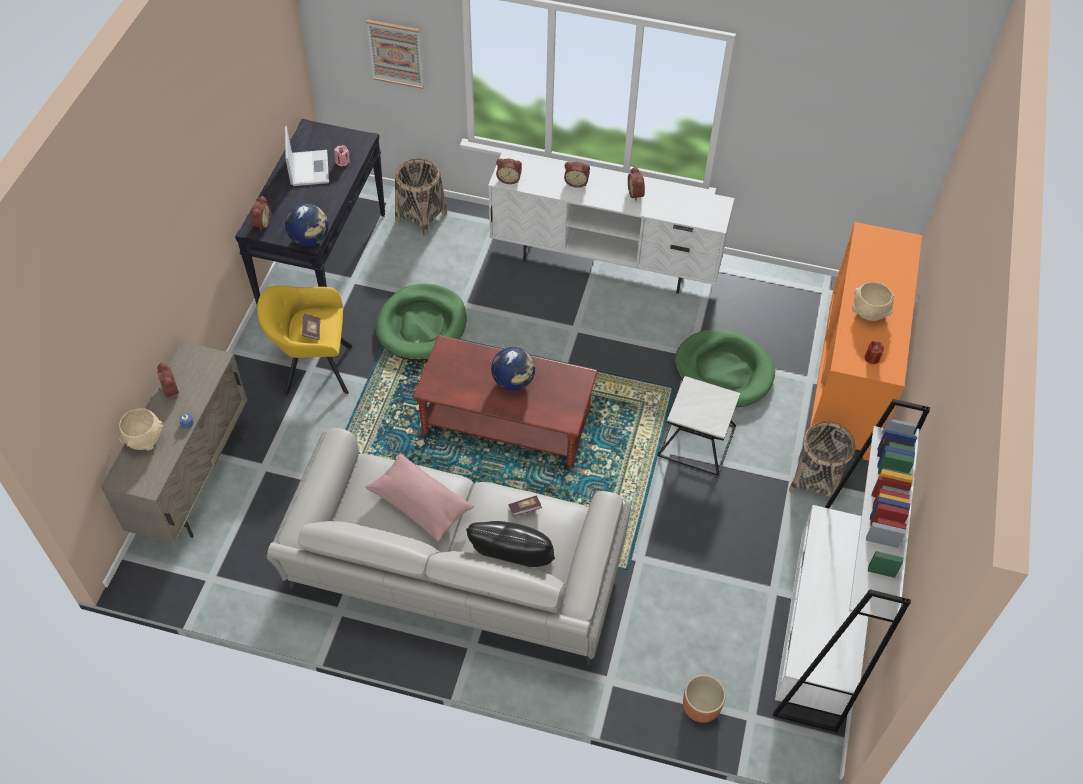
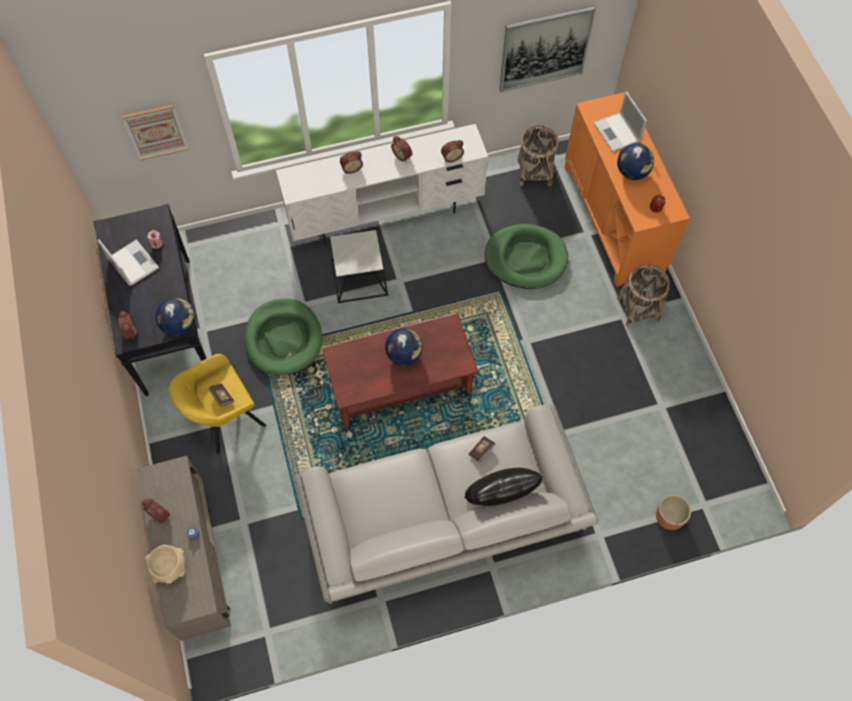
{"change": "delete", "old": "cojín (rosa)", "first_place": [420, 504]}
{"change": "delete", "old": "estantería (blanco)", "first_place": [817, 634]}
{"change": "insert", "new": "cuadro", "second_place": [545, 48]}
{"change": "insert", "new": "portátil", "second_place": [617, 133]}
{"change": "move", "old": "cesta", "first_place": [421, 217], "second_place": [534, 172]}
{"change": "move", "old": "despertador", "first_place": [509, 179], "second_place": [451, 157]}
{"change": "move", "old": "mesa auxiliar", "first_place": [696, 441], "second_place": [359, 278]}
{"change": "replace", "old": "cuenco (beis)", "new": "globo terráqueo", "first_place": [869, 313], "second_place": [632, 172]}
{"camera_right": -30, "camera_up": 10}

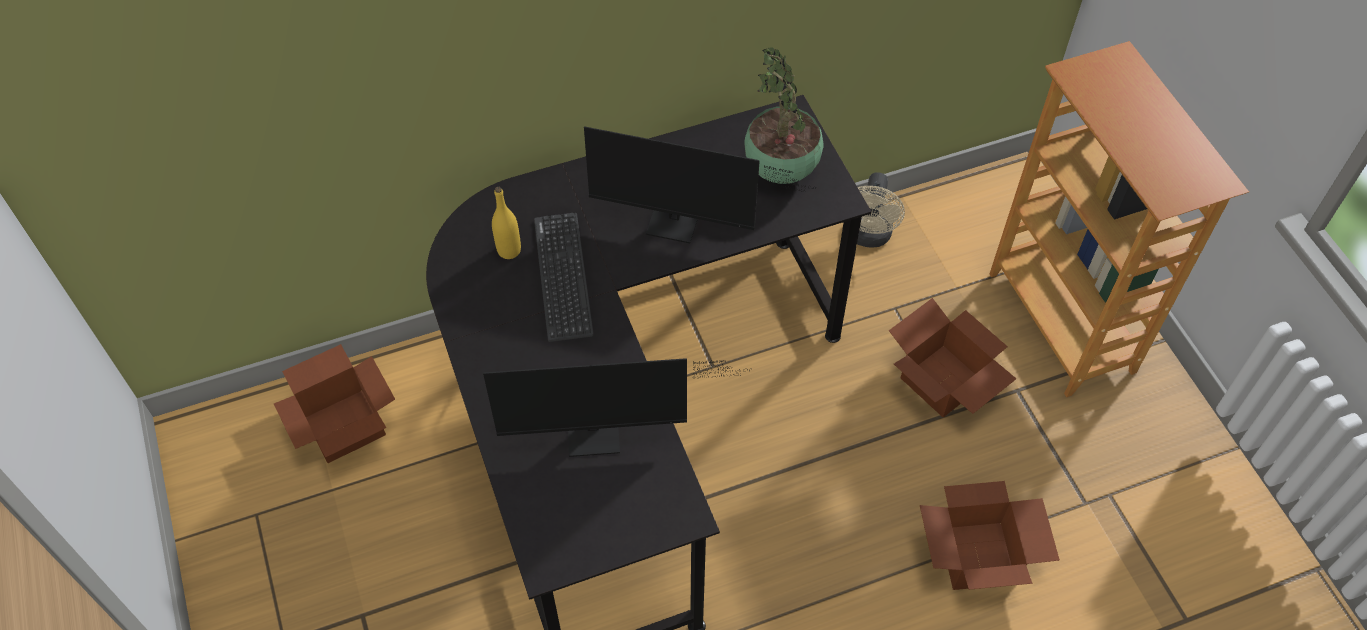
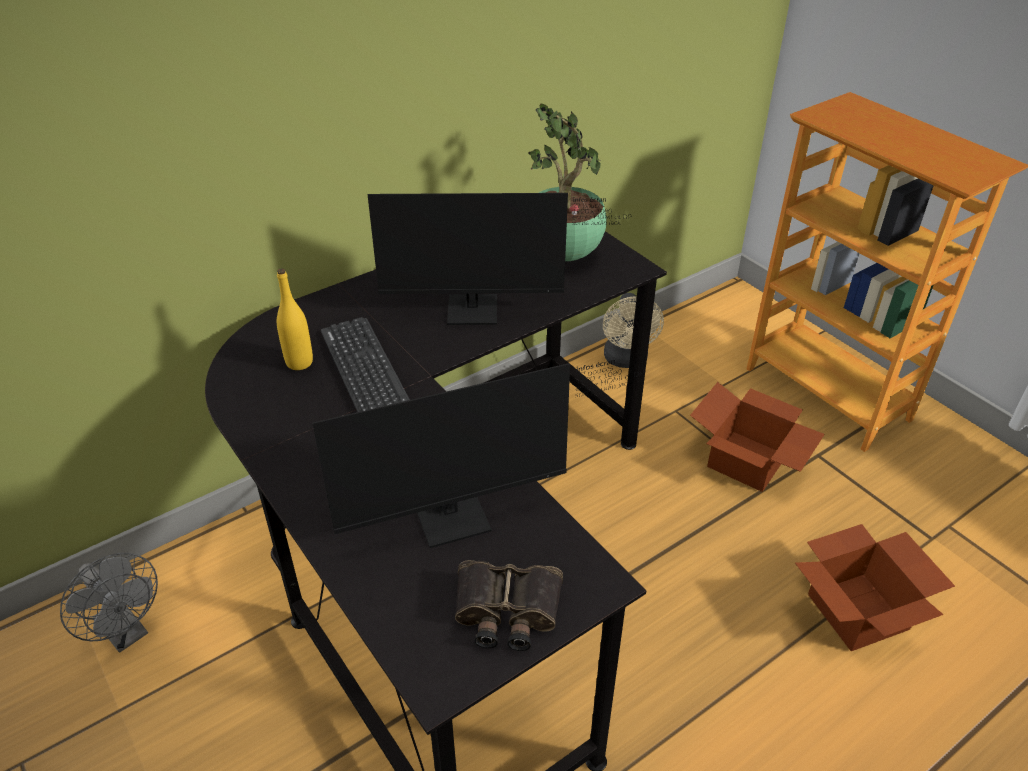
{"change": "insert", "new": "prismáticos", "second_place": [506, 611]}
{"change": "replace", "old": "caja de cartón", "new": "ventilador (gris)", "first_place": [345, 424], "second_place": [127, 633]}
{"camera_right": -15, "camera_up": -15}

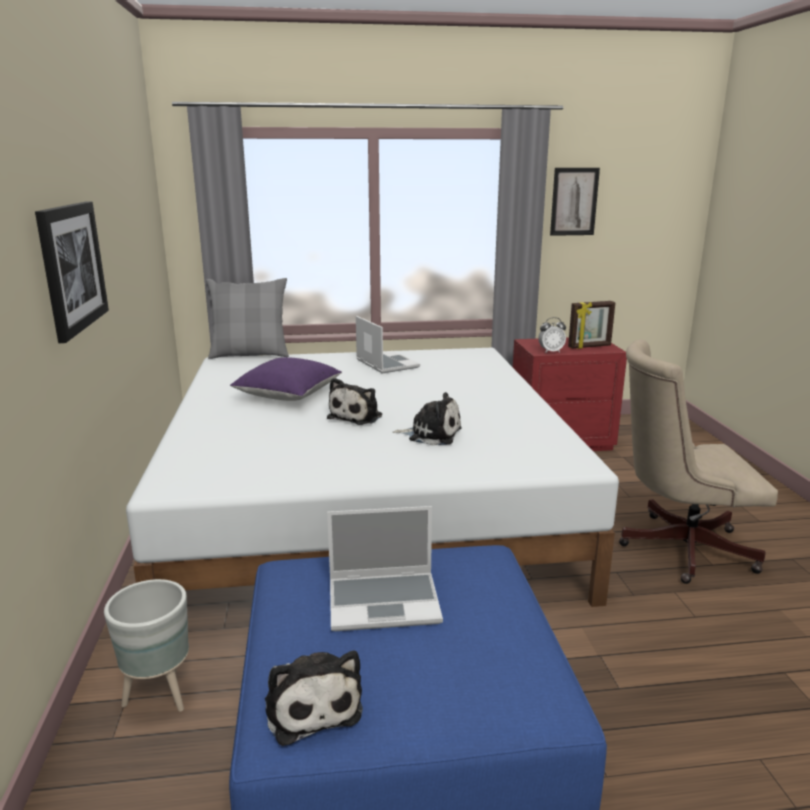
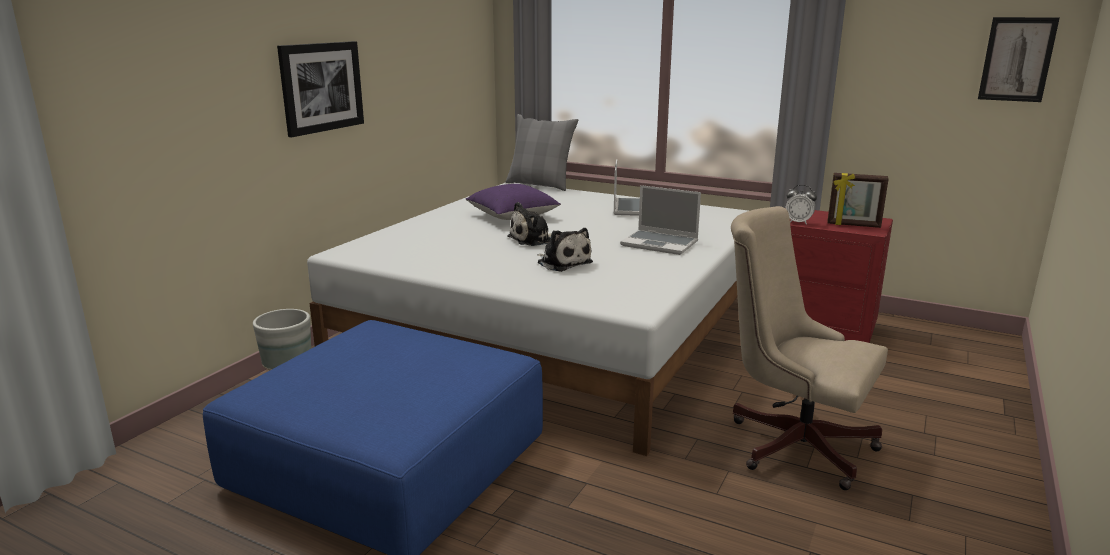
{"change": "delete", "old": "peluche", "first_place": [312, 705]}
{"change": "move", "old": "portátil", "first_place": [385, 602], "second_place": [660, 244]}
{"change": "move", "old": "cuadro", "first_place": [574, 201], "second_place": [1017, 59]}
{"camera_right": 35, "camera_up": 0}

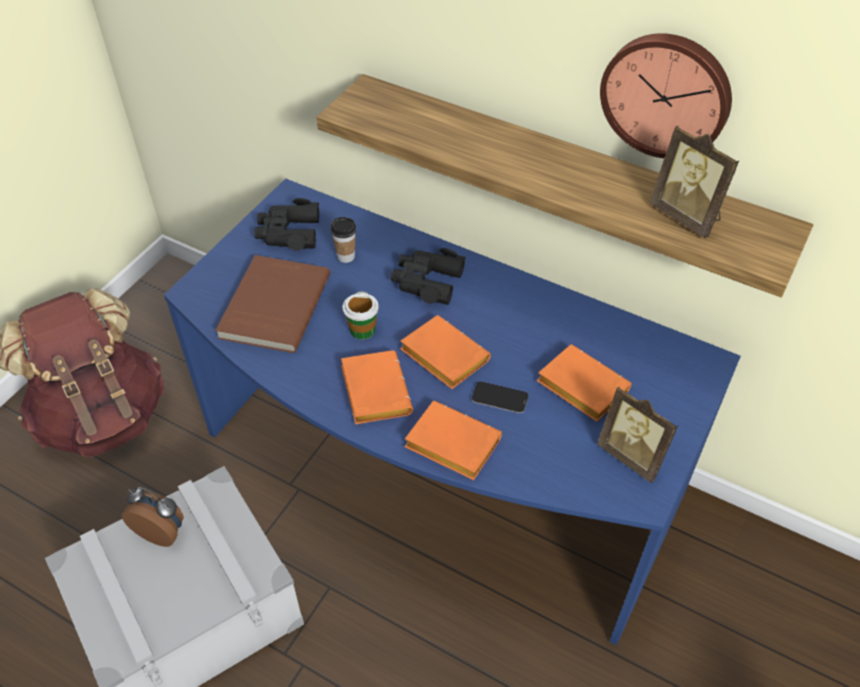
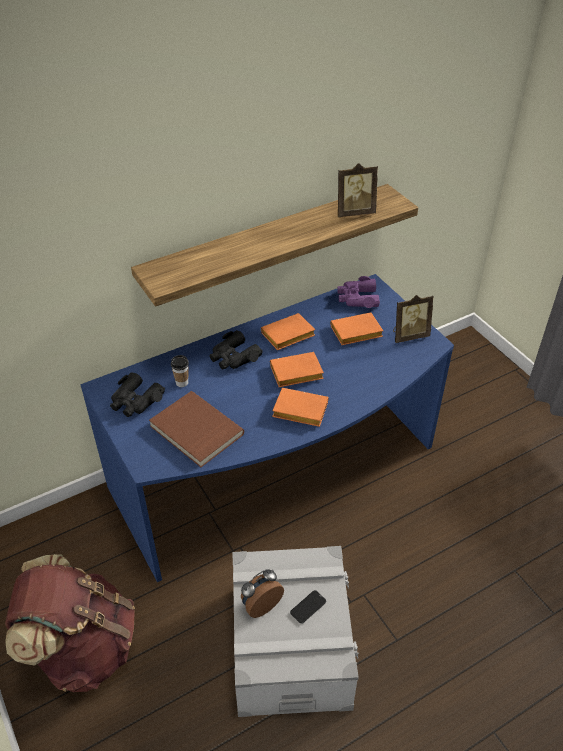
{"change": "delete", "old": "taza", "first_place": [362, 330]}
{"change": "delete", "old": "reloj de pared", "first_place": [666, 94]}
{"change": "insert", "new": "prismáticos (morado)", "second_place": [357, 298]}
{"change": "move", "old": "libro (naranja)", "first_place": [449, 445], "second_place": [287, 336]}
{"change": "move", "old": "móvil", "first_place": [499, 398], "second_place": [308, 607]}
{"camera_right": -60, "camera_up": -5}

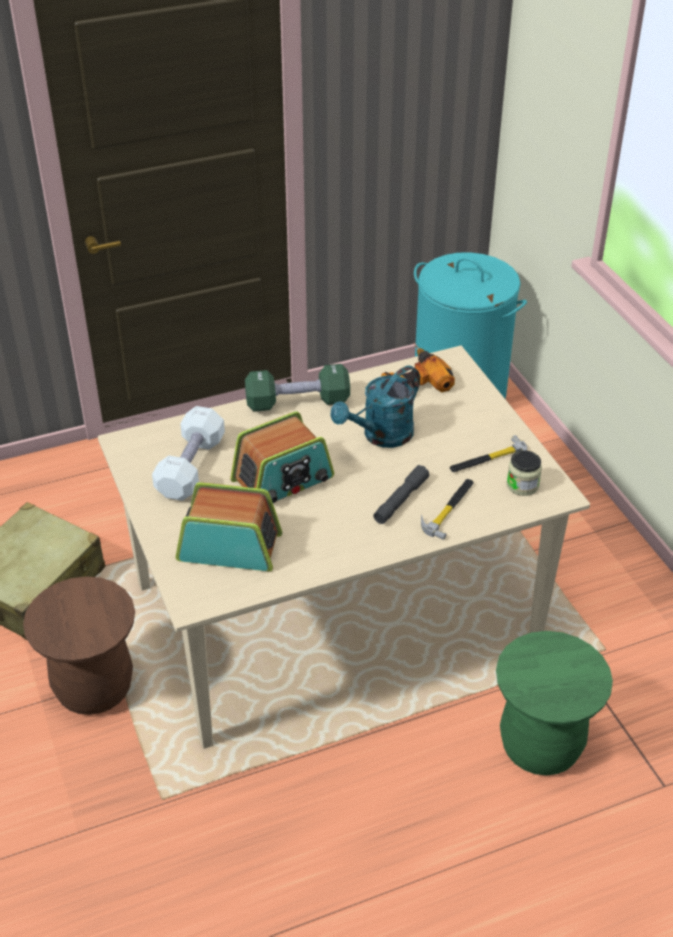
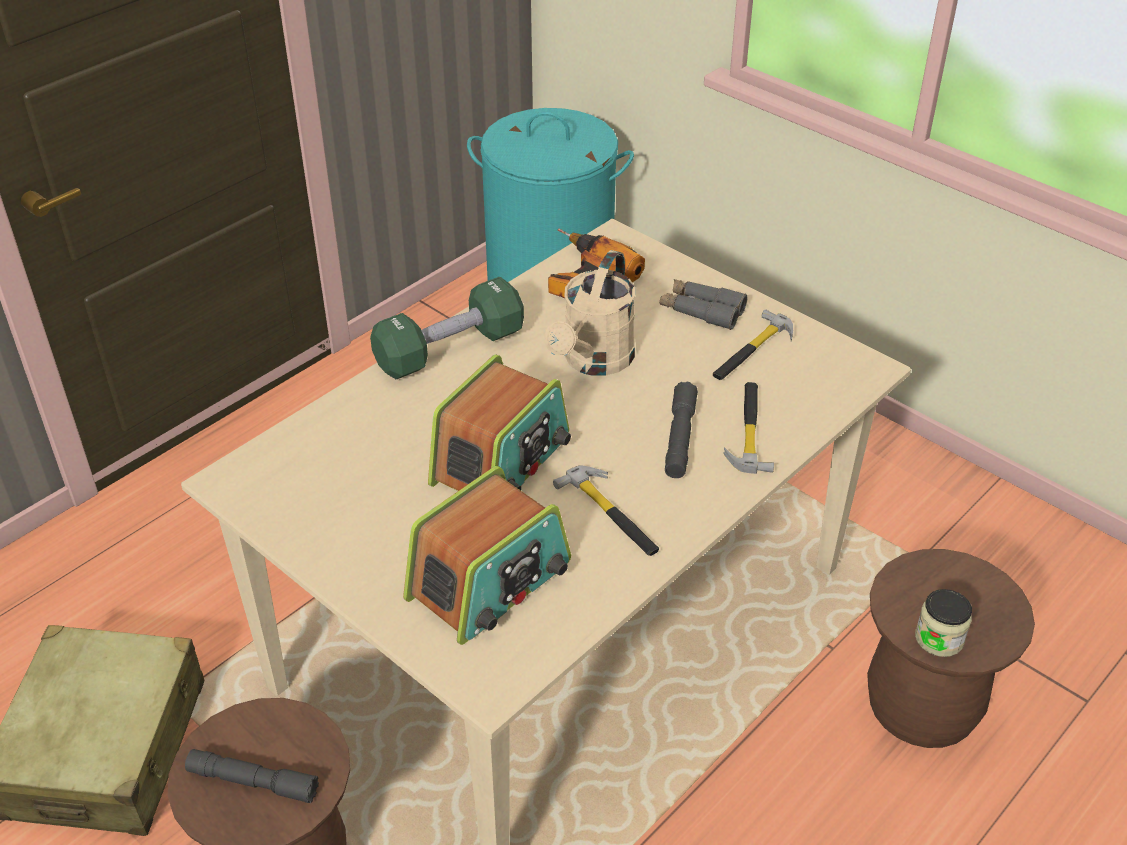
{"change": "delete", "old": "mancuerna (blanco)", "first_place": [191, 467]}
{"change": "insert", "new": "linterna (gris)", "second_place": [253, 782]}
{"change": "insert", "new": "martillo", "second_place": [612, 514]}
{"change": "insert", "new": "prismáticos (gris)", "second_place": [701, 311]}
{"change": "move", "old": "tarro", "first_place": [522, 485], "second_place": [939, 638]}
{"change": "recolor", "old": "regadera (turquesa)", "new": "regadera (beis)", "first_place": [381, 436], "second_place": [594, 362]}
{"change": "recolor", "old": "taburete (verde)", "new": "taburete (marrón)", "first_place": [540, 746], "second_place": [921, 708]}
{"change": "rotate", "old": "radio", "first_place": [229, 546], "second_place": [490, 581], "degrees": 150}
{"camera_right": -25, "camera_up": 0}

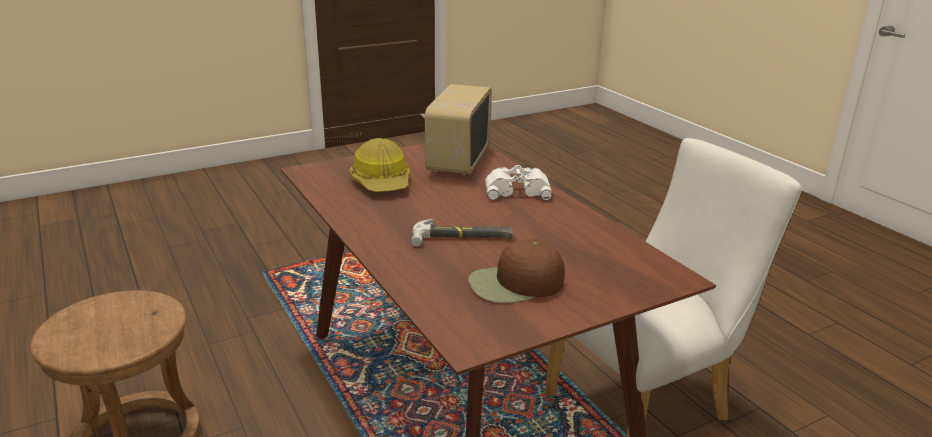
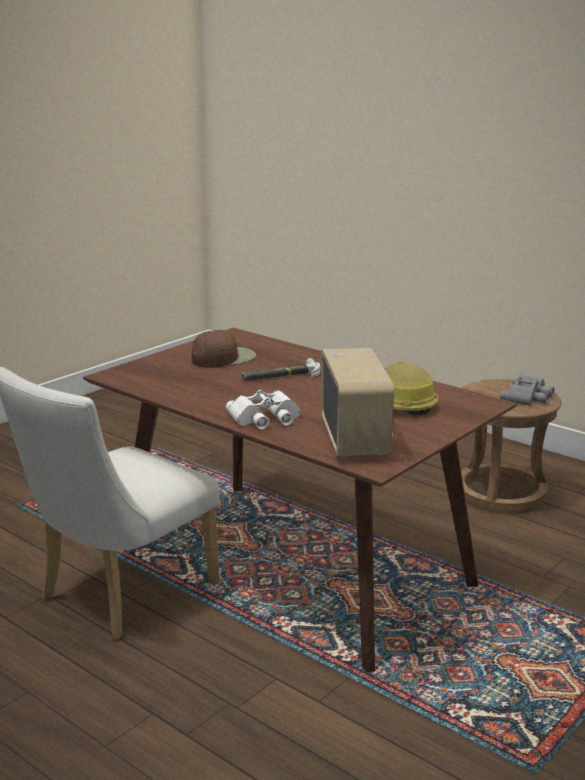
{"change": "insert", "new": "prismáticos (gris)", "second_place": [528, 397]}
{"camera_right": 160, "camera_up": -5}

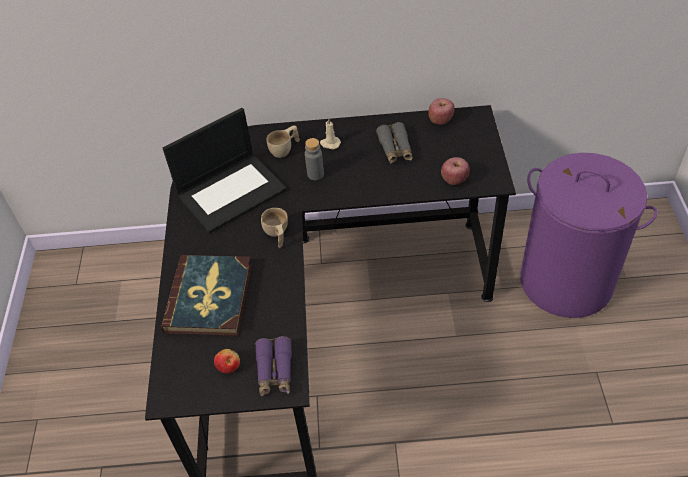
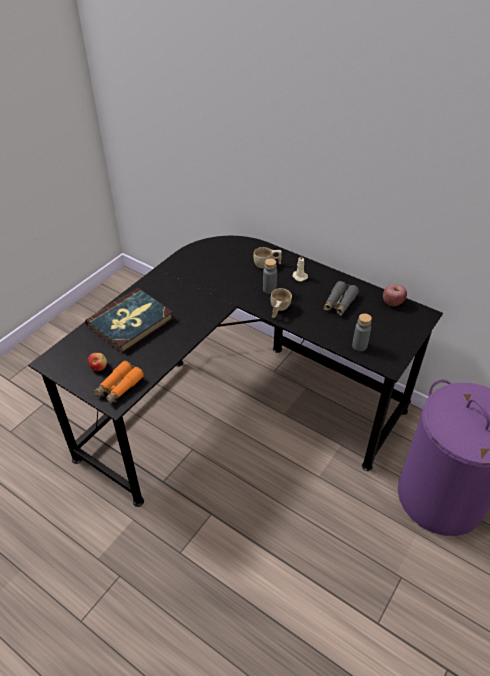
{"change": "delete", "old": "portátil", "first_place": [232, 191]}
{"change": "move", "old": "taza (beis)", "first_place": [277, 235], "second_place": [278, 310]}
{"change": "replace", "old": "manzana", "new": "botella (gris)", "first_place": [454, 180], "second_place": [359, 346]}
{"change": "recolor", "old": "prismáticos (morado)", "new": "prismáticos (naranja)", "first_place": [275, 371], "second_place": [119, 387]}
{"camera_right": 35, "camera_up": -5}

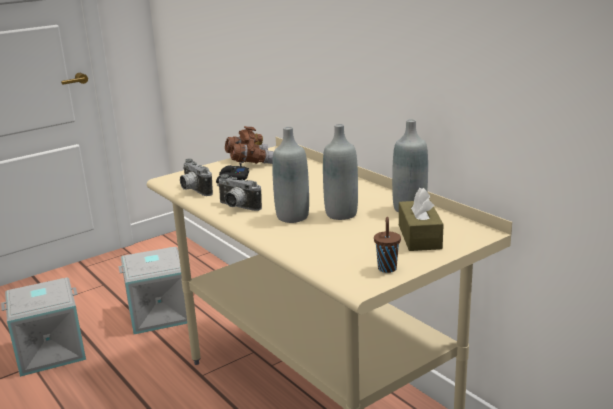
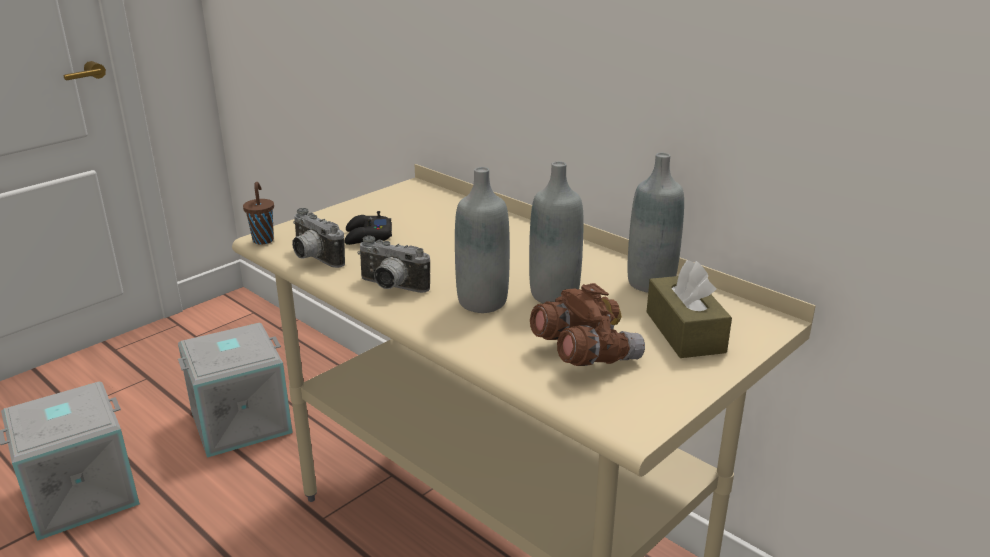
{"change": "move", "old": "prismáticos (marrón)", "first_place": [249, 162], "second_place": [584, 354]}
{"change": "move", "old": "taza (marrón)", "first_place": [387, 268], "second_place": [263, 240]}
{"camera_right": -10, "camera_up": 5}

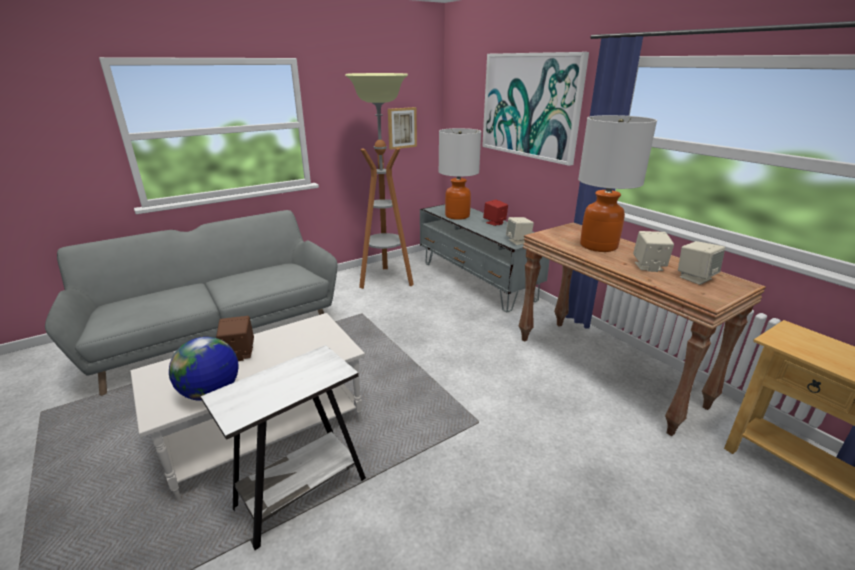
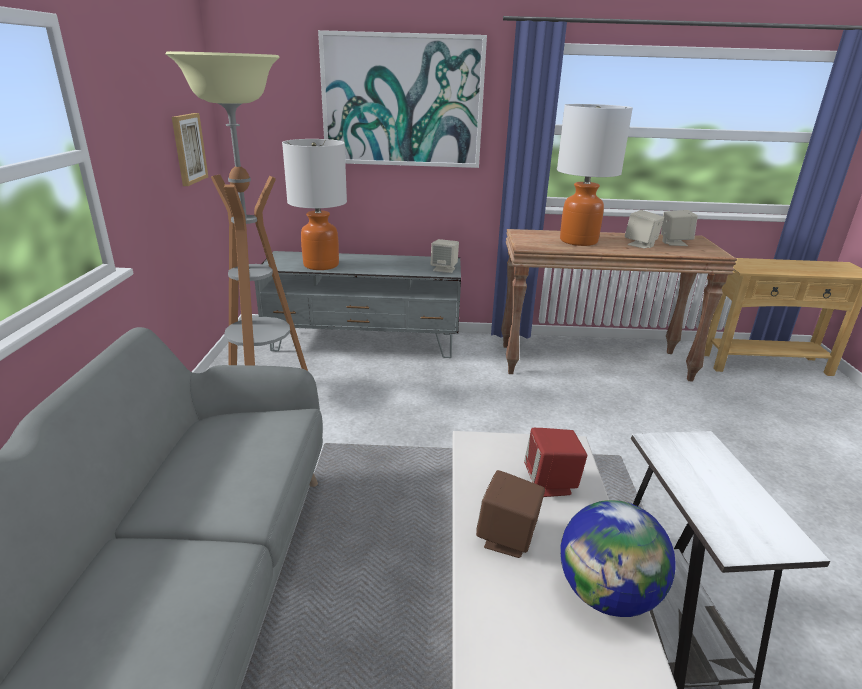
{"change": "move", "old": "altavoz (rojo)", "first_place": [494, 223], "second_place": [551, 484]}
{"camera_right": -55, "camera_up": 0}

